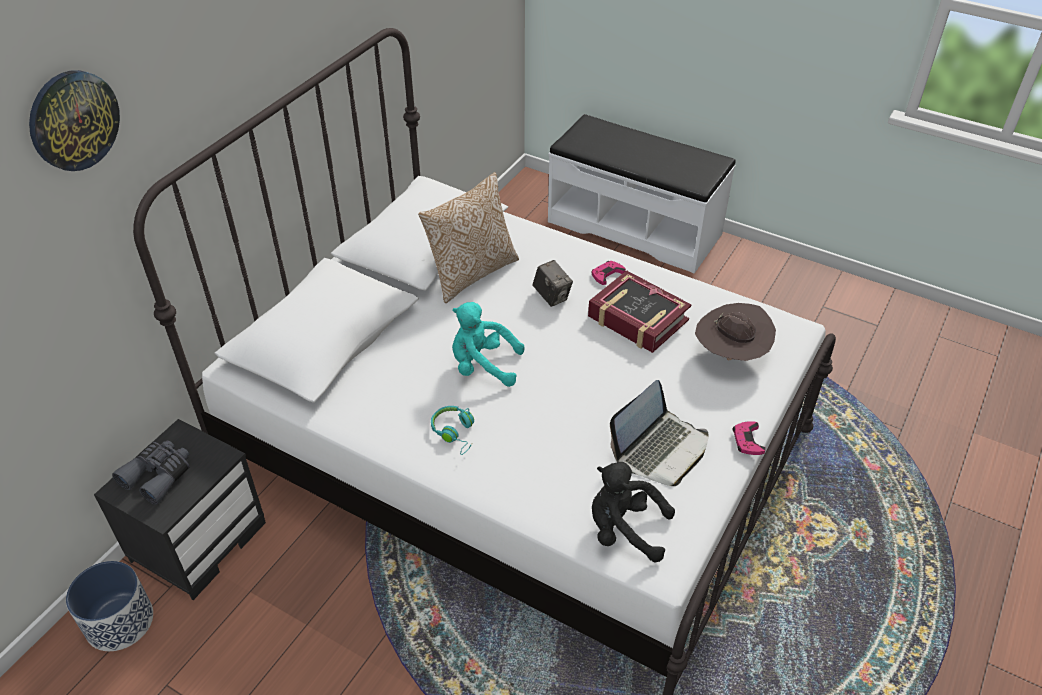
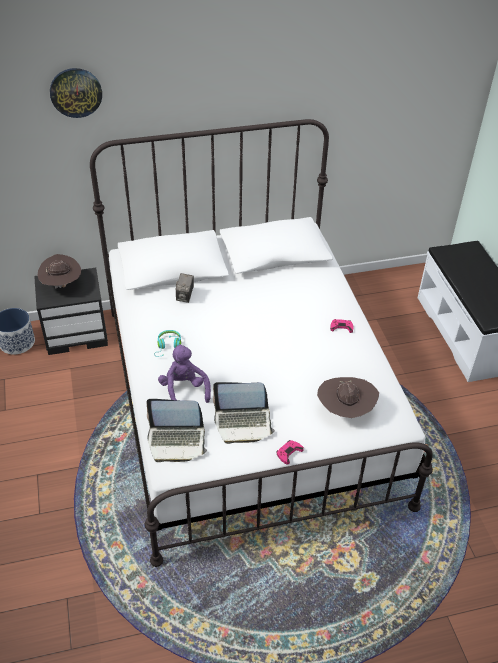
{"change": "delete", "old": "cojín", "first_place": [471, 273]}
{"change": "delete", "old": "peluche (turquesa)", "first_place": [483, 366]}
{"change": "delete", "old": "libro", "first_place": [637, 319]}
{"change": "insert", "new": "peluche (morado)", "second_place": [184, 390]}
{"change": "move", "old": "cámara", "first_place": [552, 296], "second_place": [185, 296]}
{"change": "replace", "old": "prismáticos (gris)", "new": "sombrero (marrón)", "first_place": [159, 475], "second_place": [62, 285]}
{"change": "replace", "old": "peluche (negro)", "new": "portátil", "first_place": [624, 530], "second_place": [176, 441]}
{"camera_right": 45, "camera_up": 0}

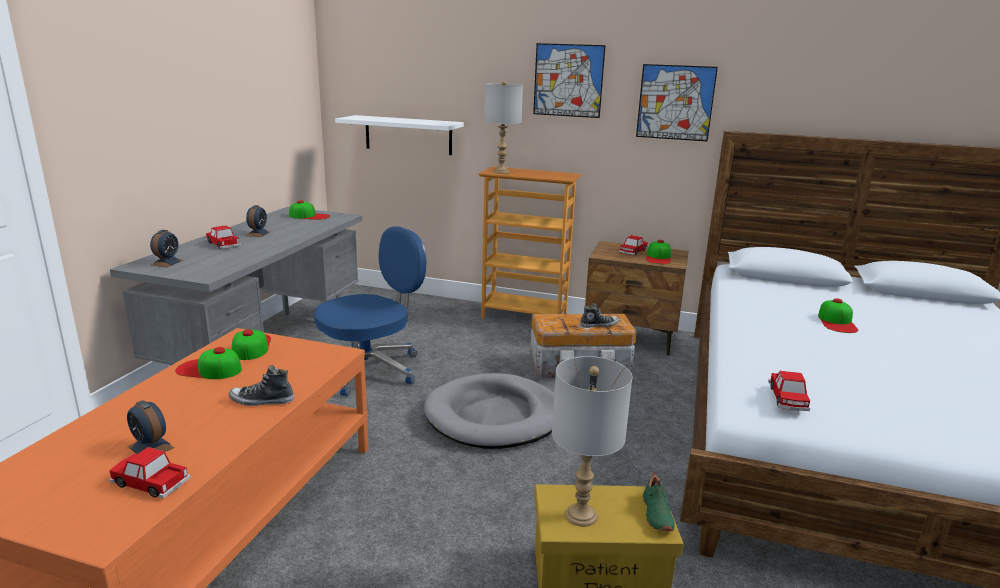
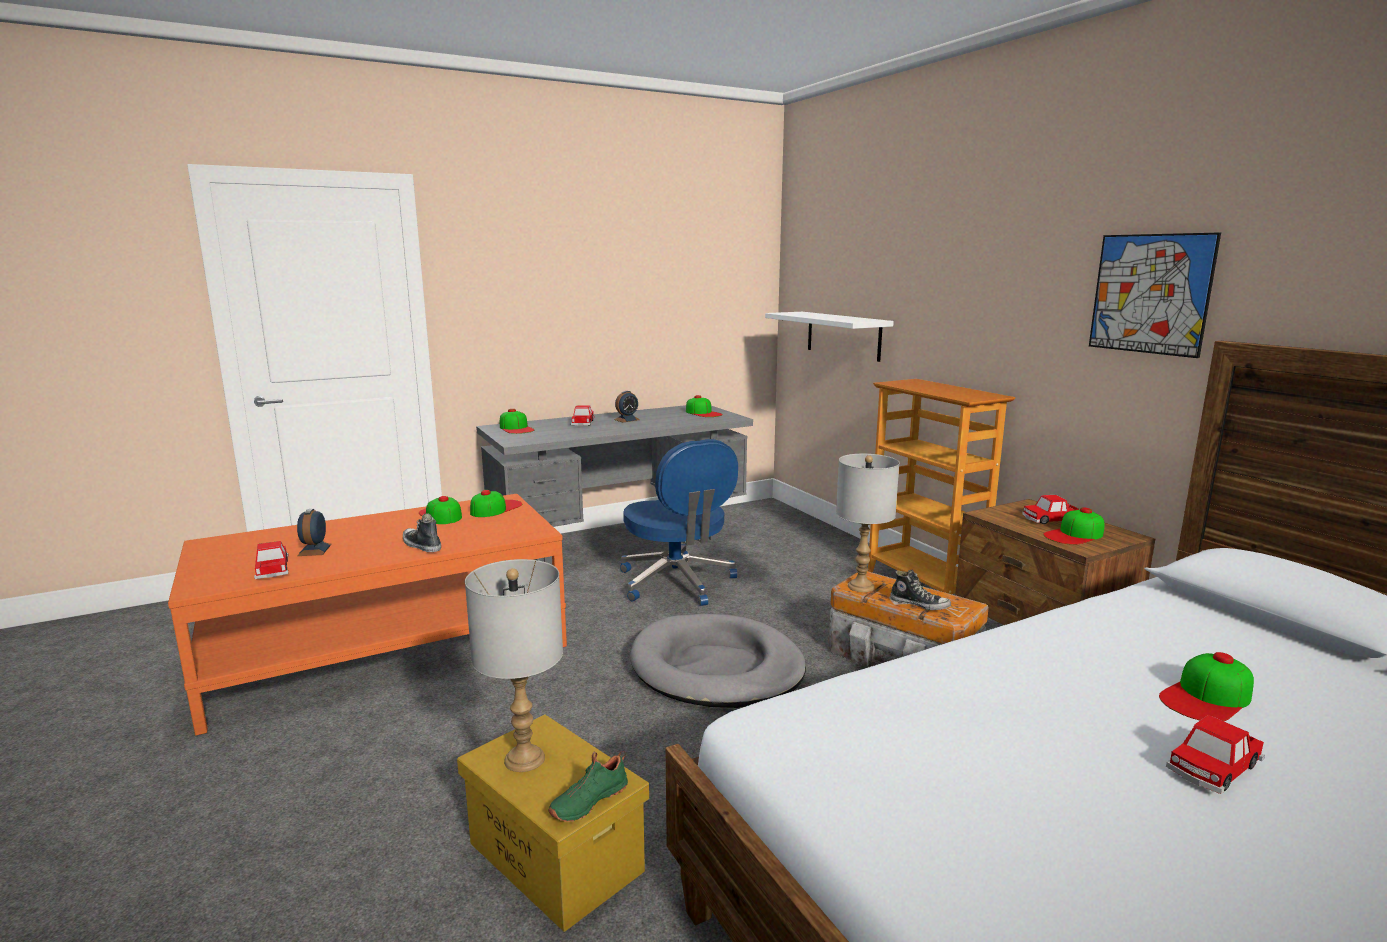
{"change": "delete", "old": "cuadro", "first_place": [568, 80]}
{"change": "move", "old": "lámpara de mesa (gris)", "first_place": [501, 172], "second_place": [860, 586]}
{"change": "move", "old": "coche de juguete", "first_place": [787, 398], "second_place": [1213, 767]}
{"change": "replace", "old": "despertador", "new": "gorra", "first_place": [167, 262], "second_place": [516, 428]}
{"change": "rotate", "old": "silla de oficina (azul)", "first_place": [370, 369], "second_place": [677, 583], "degrees": 60}
{"camera_right": 45, "camera_up": -5}

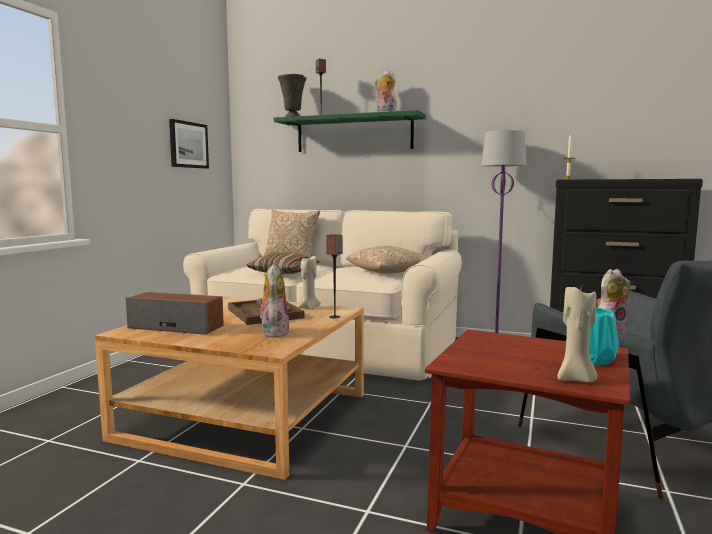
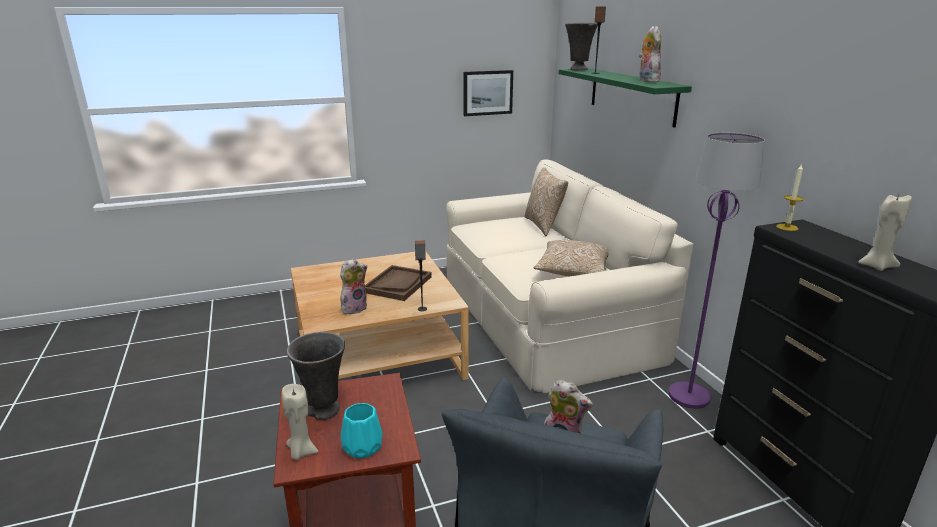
{"change": "delete", "old": "altavoz", "first_place": [176, 327]}
{"change": "delete", "old": "cojín", "first_place": [283, 272]}
{"change": "insert", "new": "florero (gris)", "second_place": [324, 411]}
{"change": "move", "old": "vela (beis)", "first_place": [308, 308], "second_place": [876, 266]}
{"camera_right": 50, "camera_up": 15}

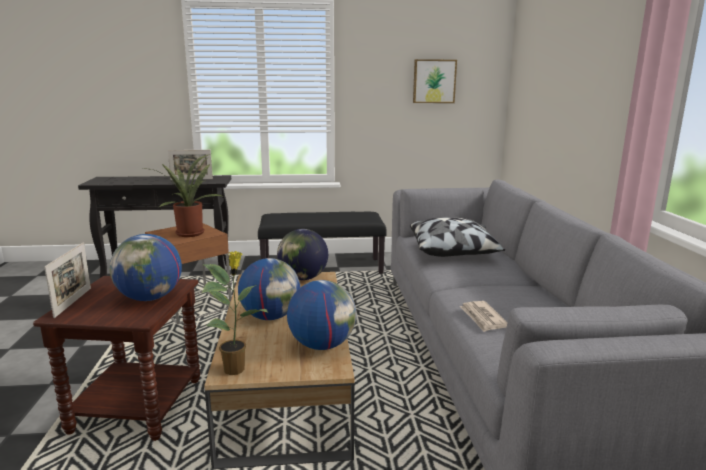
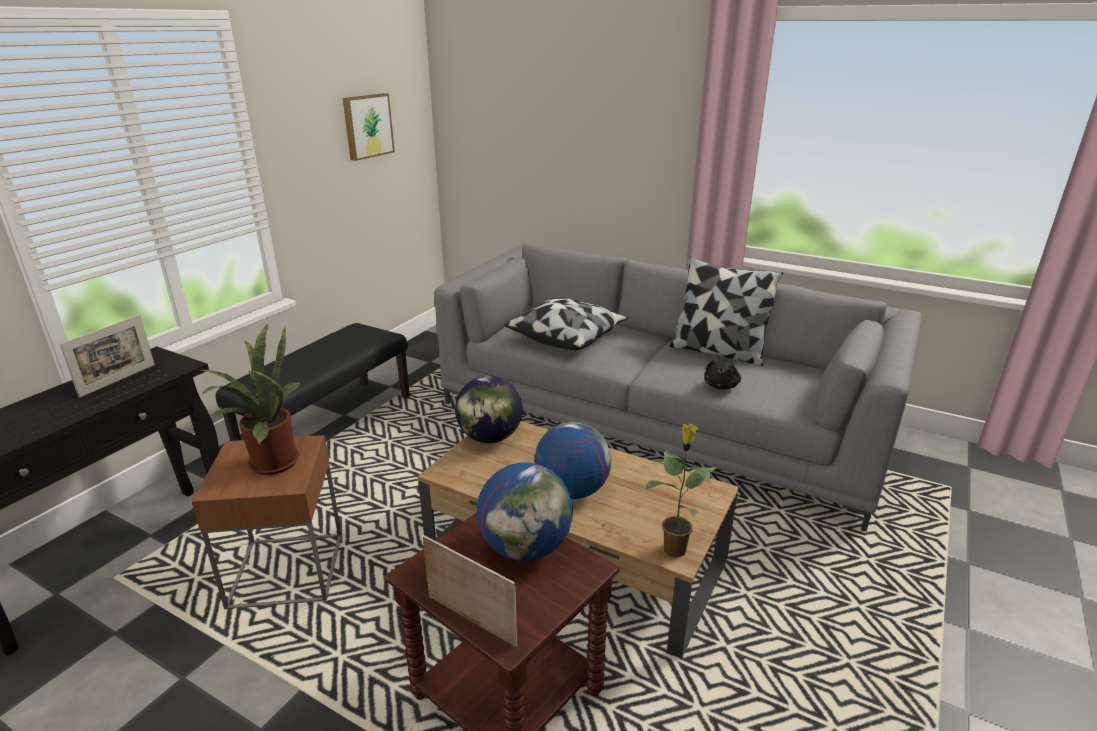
{"change": "delete", "old": "globo terráqueo", "first_place": [322, 345]}
{"change": "insert", "new": "cojín", "second_place": [718, 352]}
{"change": "replace", "old": "periódico", "new": "peluche (negro)", "first_place": [483, 318], "second_place": [721, 386]}
{"camera_right": -55, "camera_up": 10}

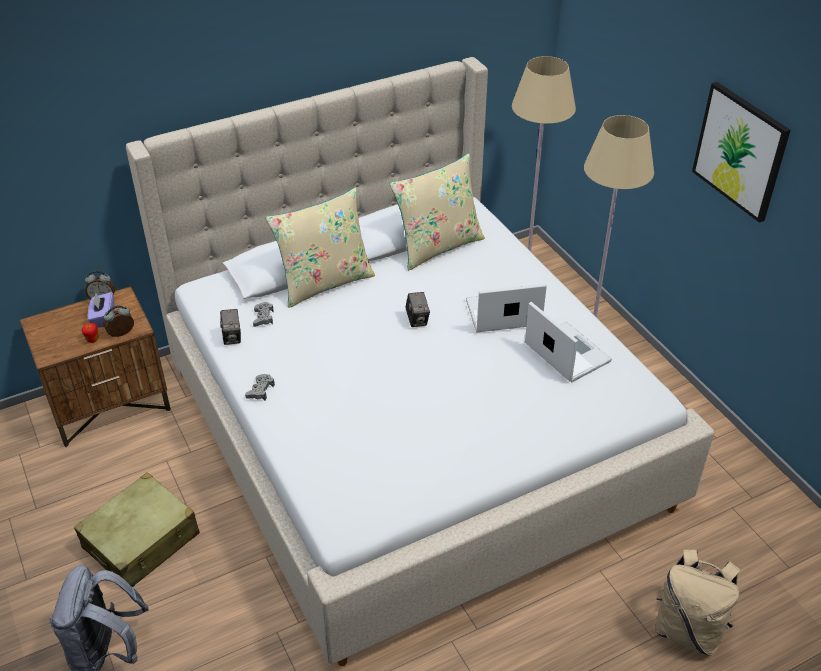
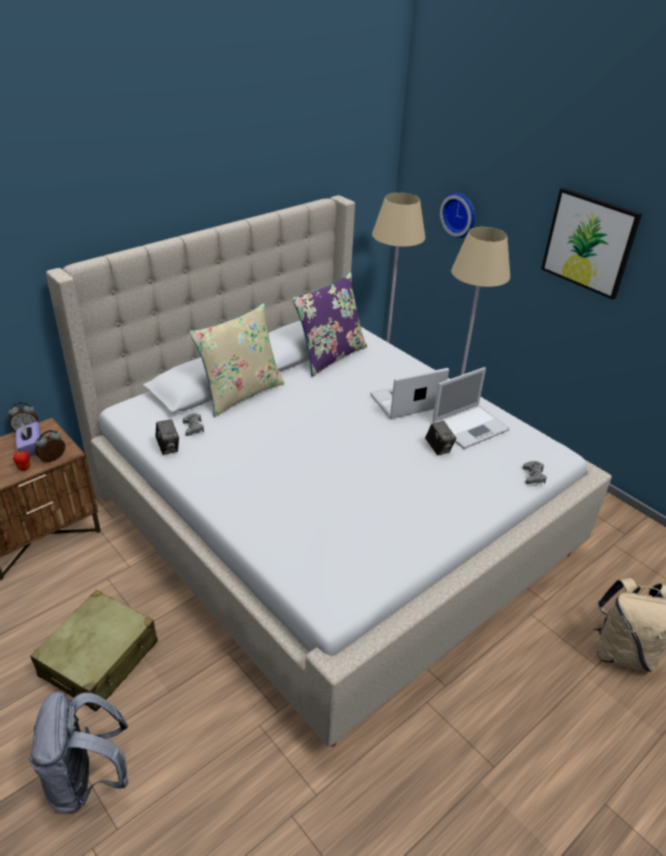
{"change": "insert", "new": "reloj de pared", "second_place": [460, 214]}
{"change": "move", "old": "mando de consola (gris)", "first_place": [260, 390], "second_place": [533, 476]}
{"change": "move", "old": "cámara", "first_place": [417, 320], "second_place": [438, 448]}
{"change": "recolor", "old": "cojín (beis)", "new": "cojín (morado)", "first_place": [438, 246], "second_place": [330, 356]}
{"change": "rotate", "old": "portátil", "first_place": [566, 352], "second_place": [471, 426], "degrees": 105}
{"camera_right": -15, "camera_up": -5}

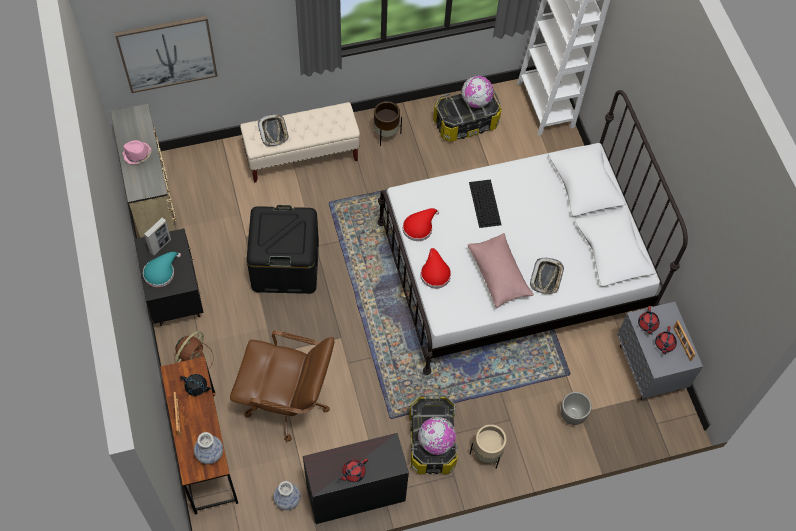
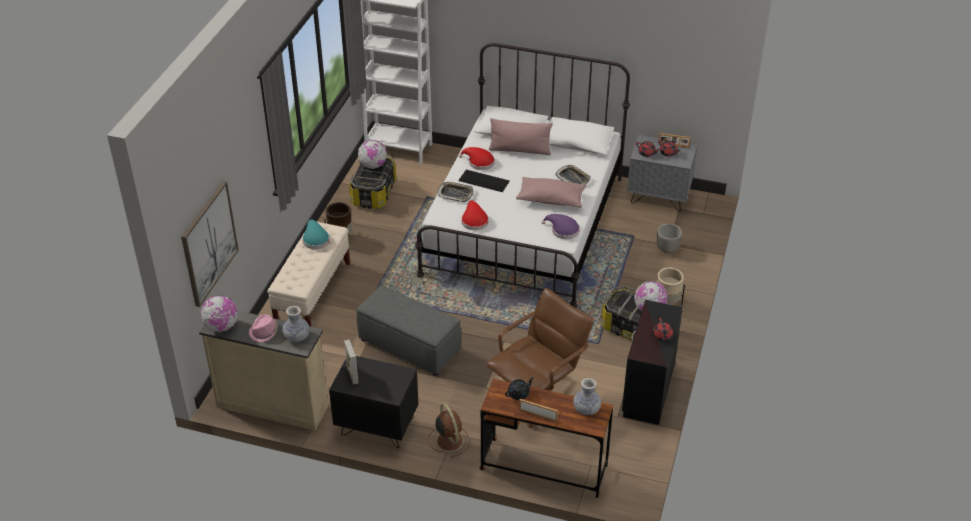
{"change": "insert", "new": "globo terráqueo", "second_place": [222, 326]}
{"change": "insert", "new": "cojín (rosa)", "second_place": [520, 150]}
{"change": "insert", "new": "sombrero (morado)", "second_place": [563, 230]}
{"change": "move", "old": "sombrero (turquesa)", "first_place": [161, 272], "second_place": [315, 239]}
{"change": "move", "old": "bandeja", "first_place": [273, 132], "second_place": [455, 194]}
{"change": "move", "old": "florero", "first_place": [287, 499], "second_place": [296, 337]}
{"change": "move", "old": "sombrero (rojo)", "first_place": [434, 272], "second_place": [479, 162]}
{"change": "replace", "old": "caja de almacenaje (negro)", "new": "puf (gris)", "first_place": [285, 265], "second_place": [409, 346]}
{"camera_right": -55, "camera_up": -20}

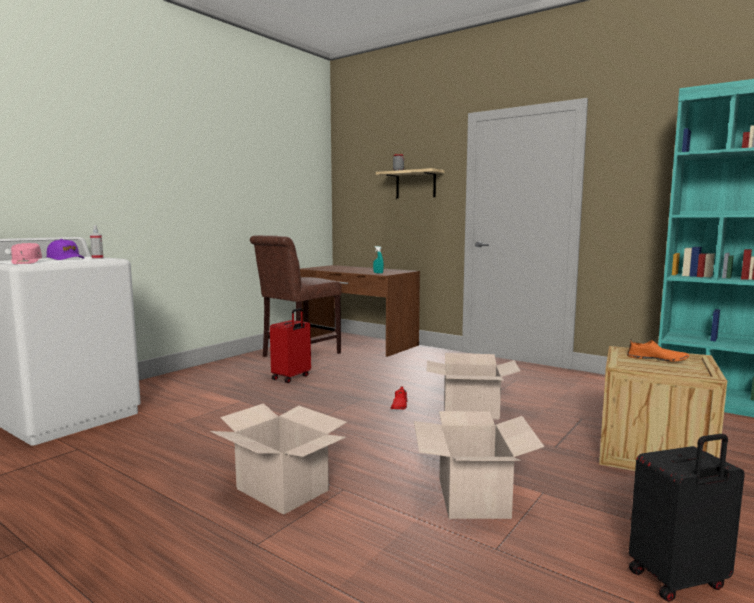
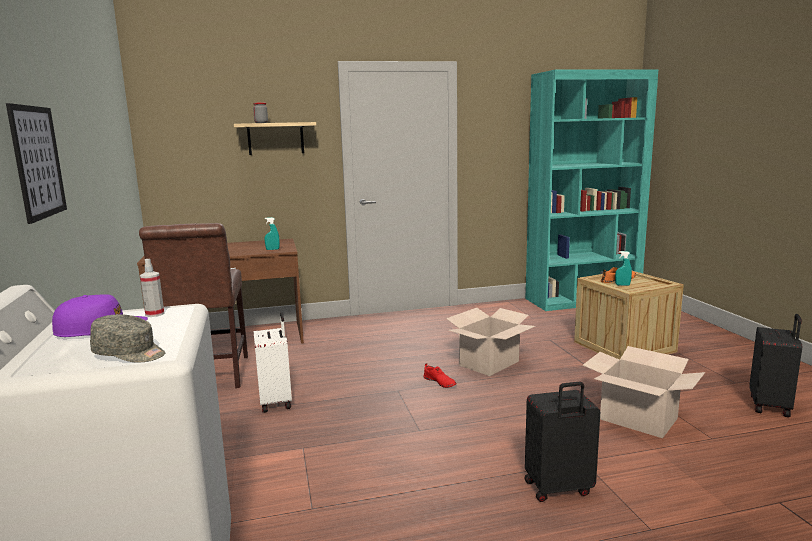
{"change": "insert", "new": "cuadro", "second_place": [38, 162]}
{"change": "insert", "new": "pulverizador (turquesa)", "second_place": [622, 285]}
{"change": "replace", "old": "caja de cartón", "new": "maleta (negro)", "first_place": [281, 490], "second_place": [558, 489]}
{"change": "recolor", "old": "gorra (rosa)", "new": "gorra (gris)", "first_place": [26, 262], "second_place": [130, 354]}
{"change": "recolor", "old": "maleta (rojo)", "new": "maleta (blanco)", "first_place": [291, 377], "second_place": [277, 402]}
{"camera_right": -50, "camera_up": 5}

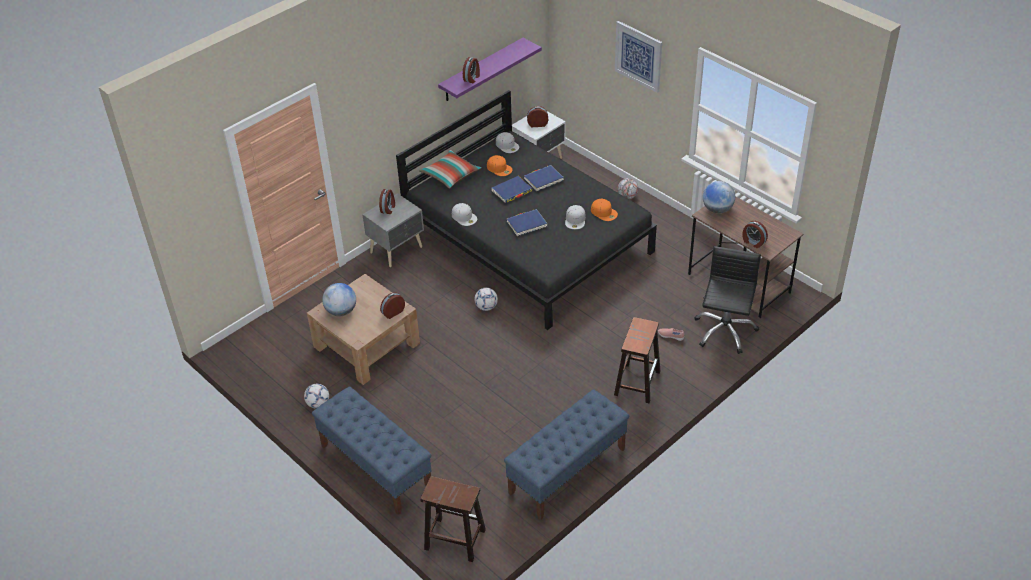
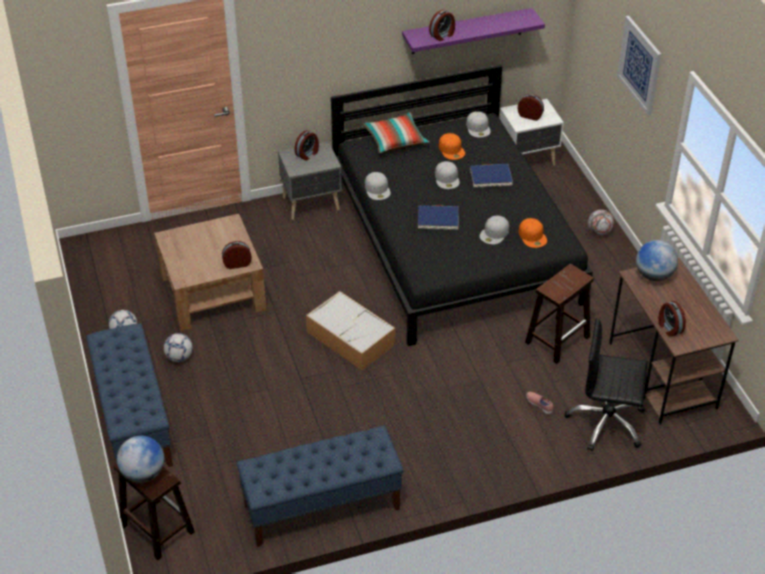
{"change": "insert", "new": "caja de almacenaje", "second_place": [352, 338]}
{"change": "move", "old": "globo terráqueo", "first_place": [341, 311], "second_place": [143, 473]}
{"change": "move", "old": "balón de fútbol", "first_place": [486, 307], "second_place": [179, 357]}
{"change": "move", "old": "taburete (marrón)", "first_place": [637, 382], "second_place": [558, 339]}
{"change": "replace", "old": "libro (azul)", "new": "gorra (blanco)", "first_place": [511, 191], "second_place": [447, 178]}
{"change": "rotate", "old": "silla de oficina (negro)", "first_place": [724, 331], "second_place": [606, 423], "degrees": -120}
{"camera_right": 25, "camera_up": 0}

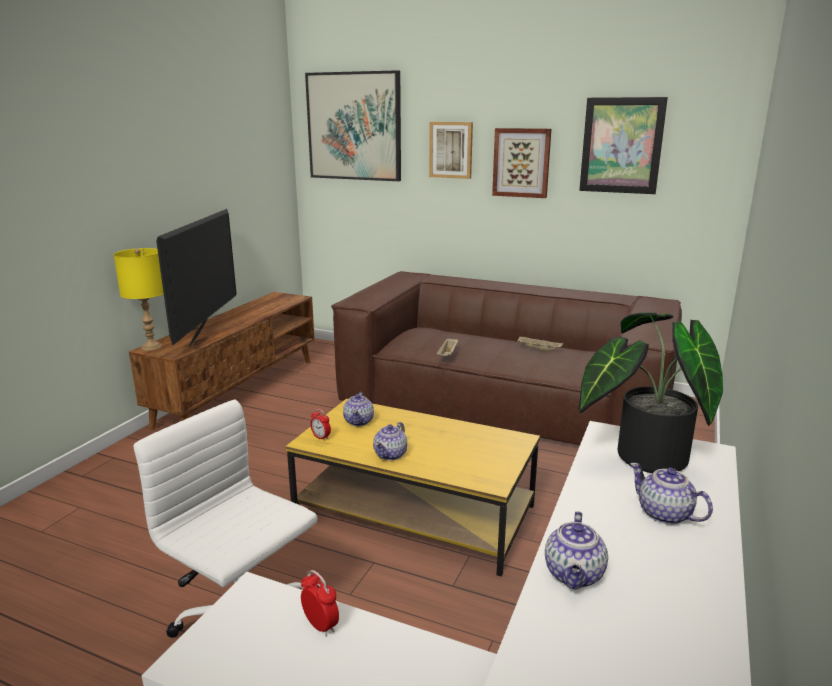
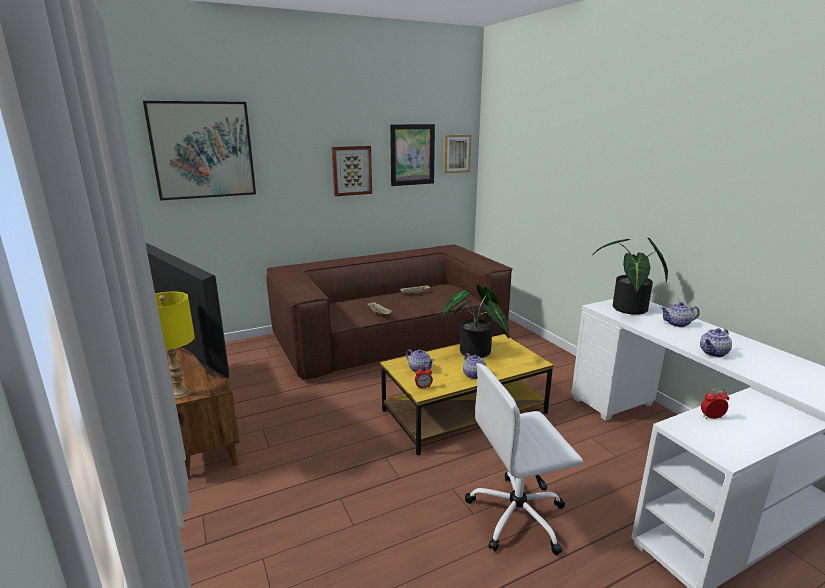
{"change": "insert", "new": "planta en maceta", "second_place": [476, 353]}
{"change": "move", "old": "cuadro", "first_place": [451, 150], "second_place": [456, 153]}
{"change": "rotate", "old": "tetera", "first_place": [574, 575], "second_place": [713, 353], "degrees": 90}
{"camera_right": -50, "camera_up": 0}

